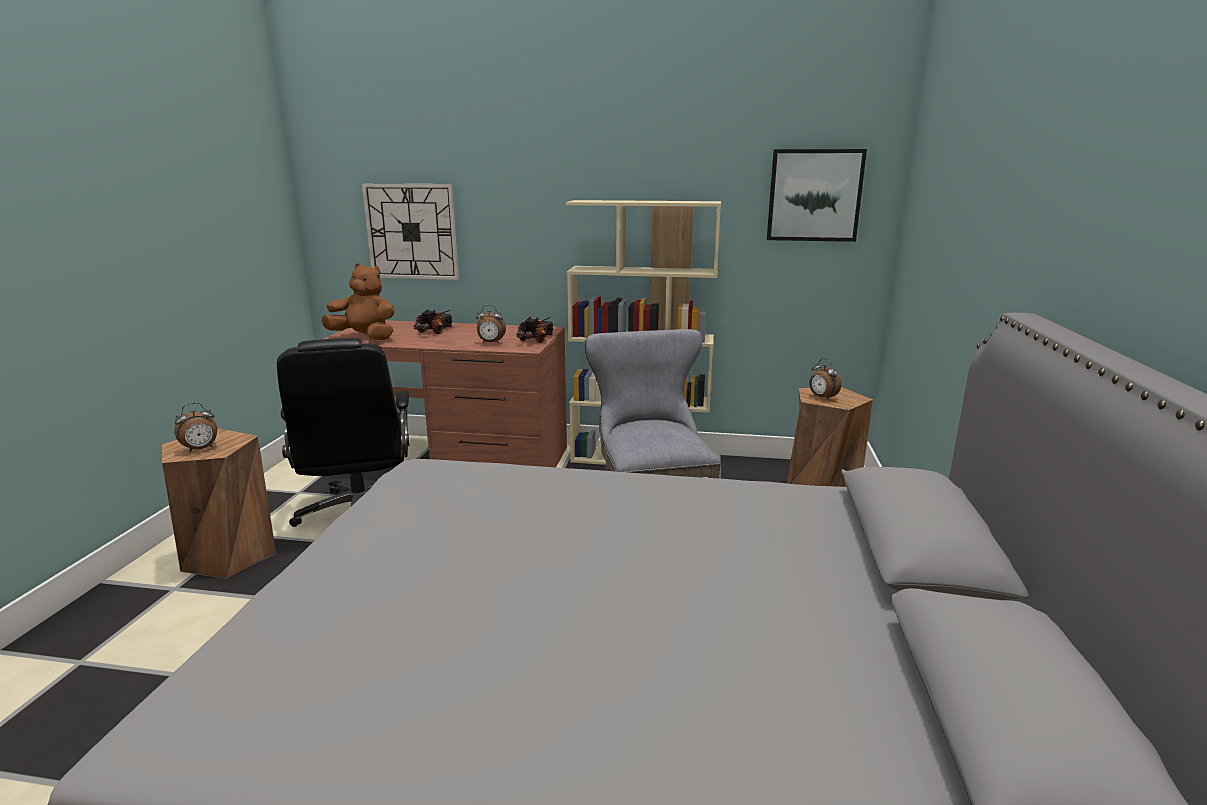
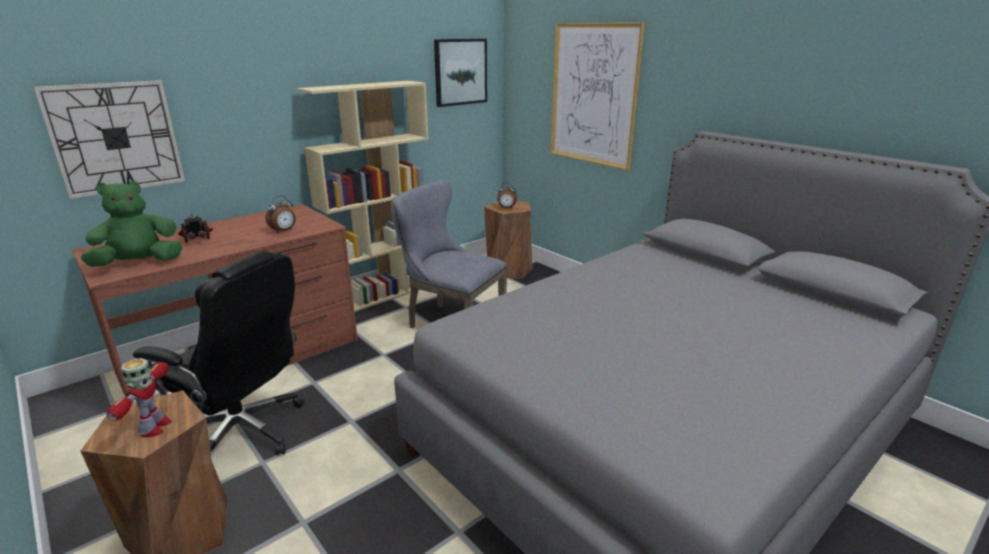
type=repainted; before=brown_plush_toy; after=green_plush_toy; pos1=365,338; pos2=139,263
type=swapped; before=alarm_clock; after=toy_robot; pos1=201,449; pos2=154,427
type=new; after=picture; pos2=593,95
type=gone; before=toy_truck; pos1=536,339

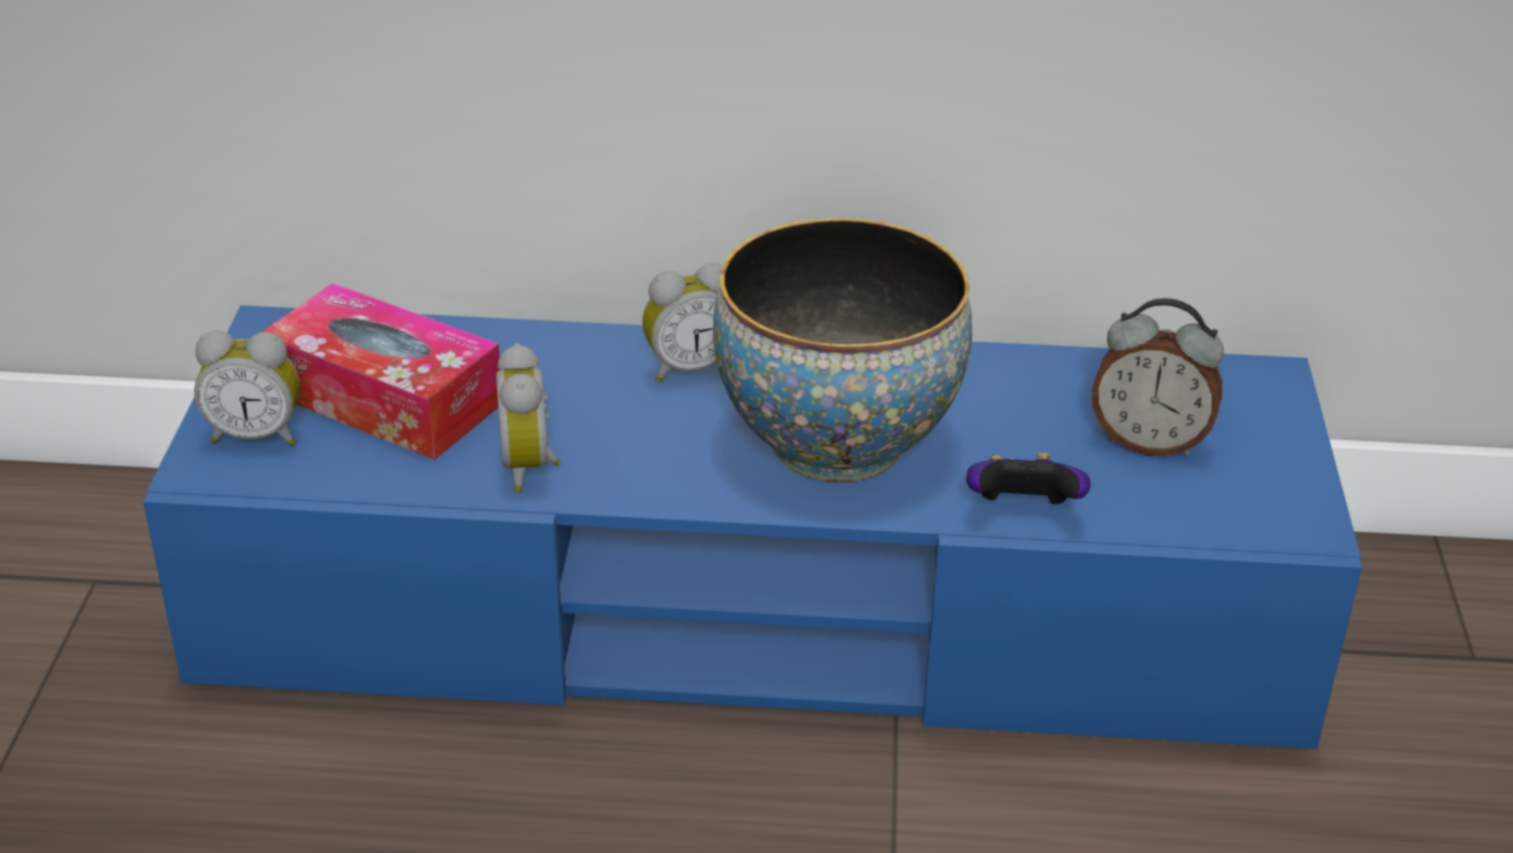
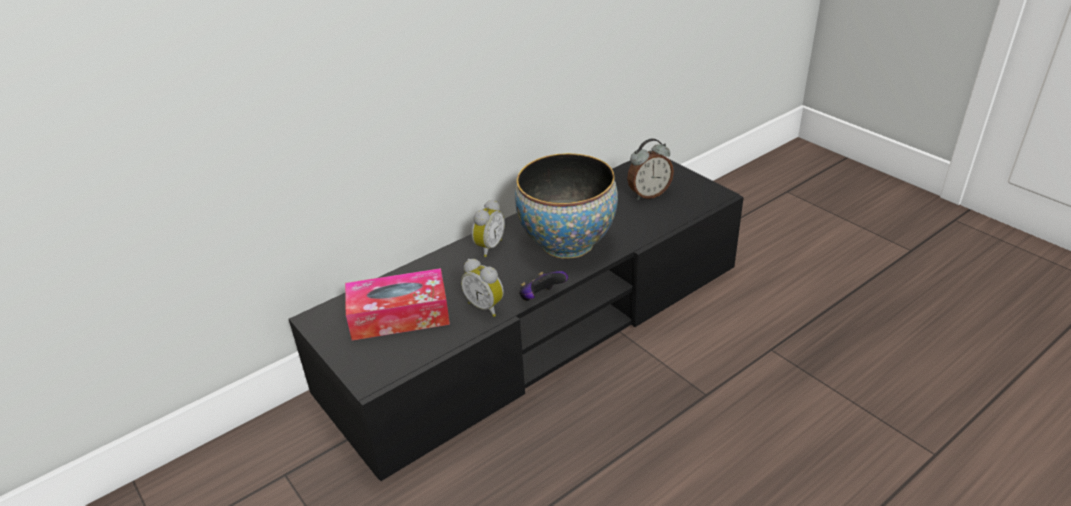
type=repainted; before=blue_tv_stand; after=black_tv_stand; pos1=753,615; pos2=539,329
type=shifted; before=game_controller; pos1=1022,510; pos2=541,298
type=gone; before=alarm_clock; pos1=256,434

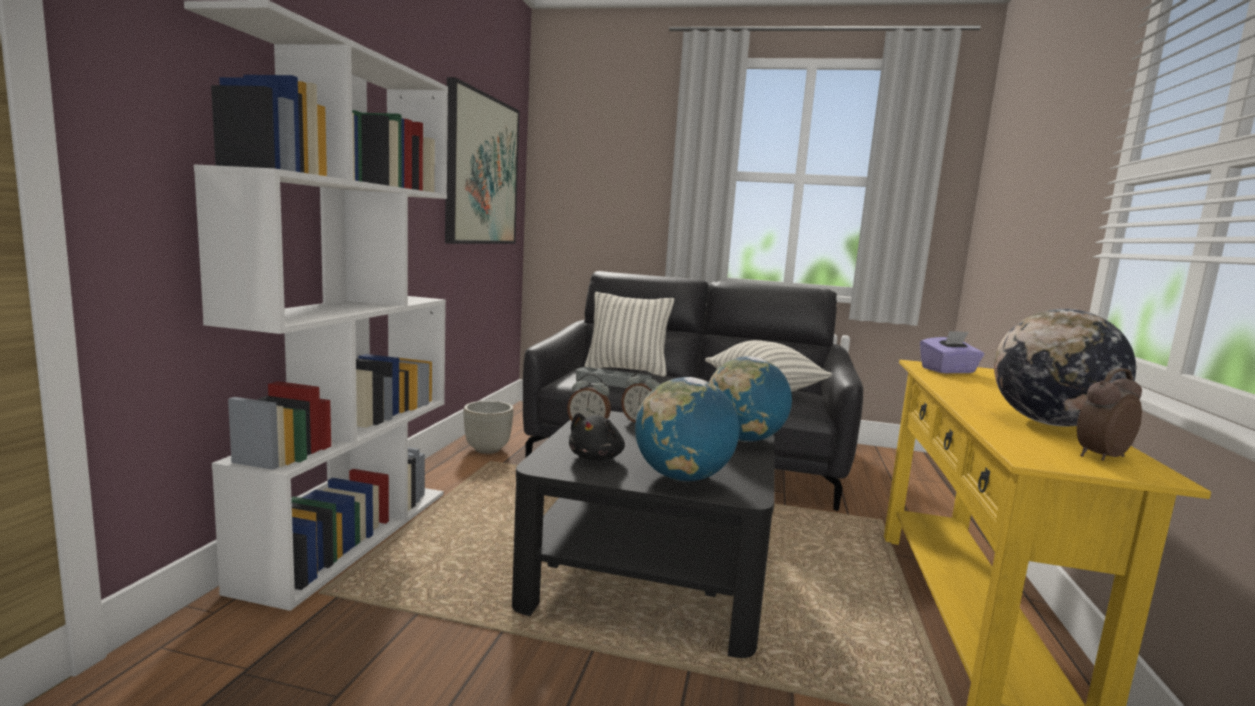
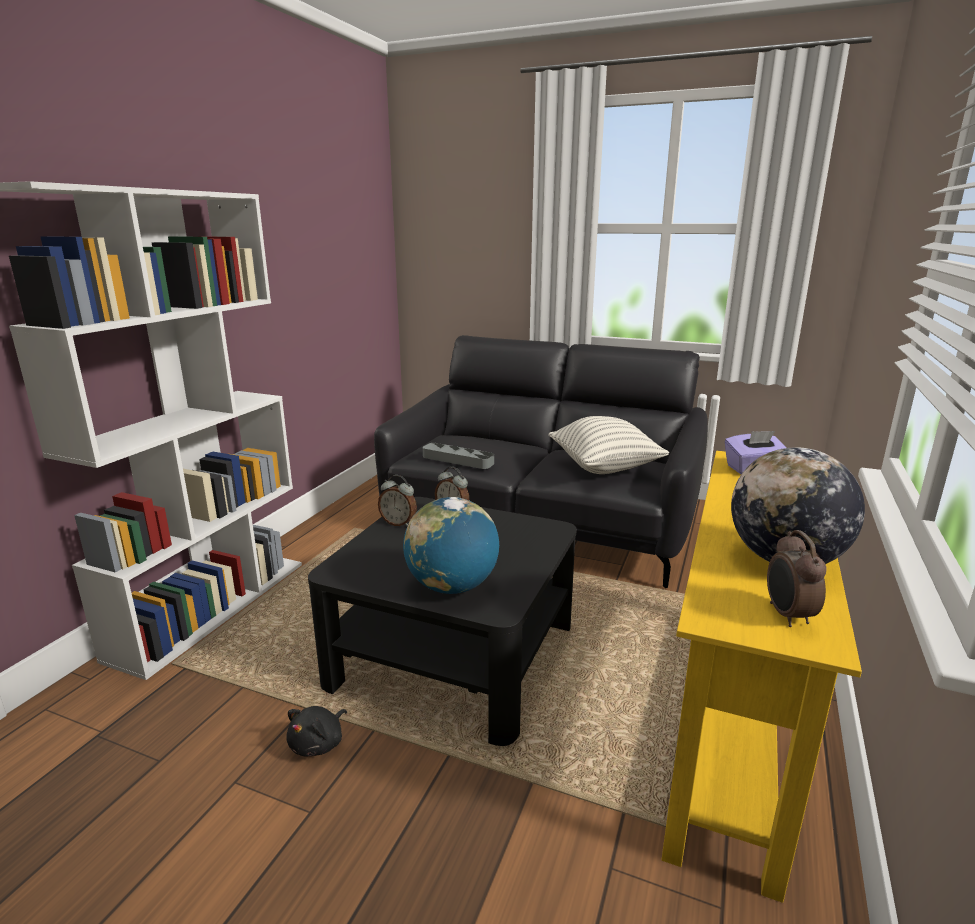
type=shifted; before=black_plush_toy; pos1=597,457; pos2=319,743
type=rotated; before=alarm_clock; pos1=1099,457; pos2=787,615; turn=-75
type=gone; before=picture; pos1=481,171
type=gone; before=grey_planter; pos1=487,449
type=gone; before=pillow; pos1=626,370
type=gone; before=globe; pos1=744,439

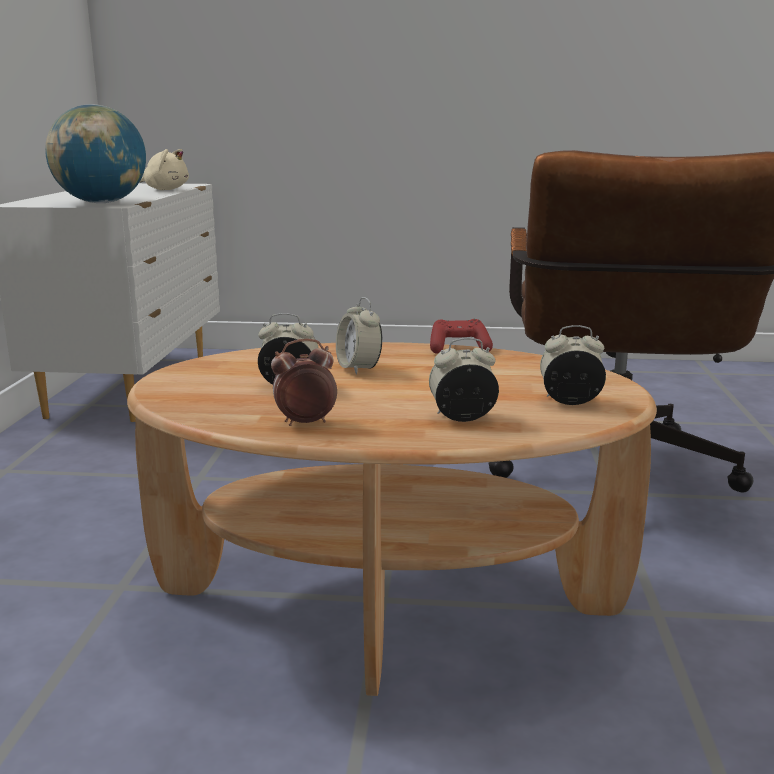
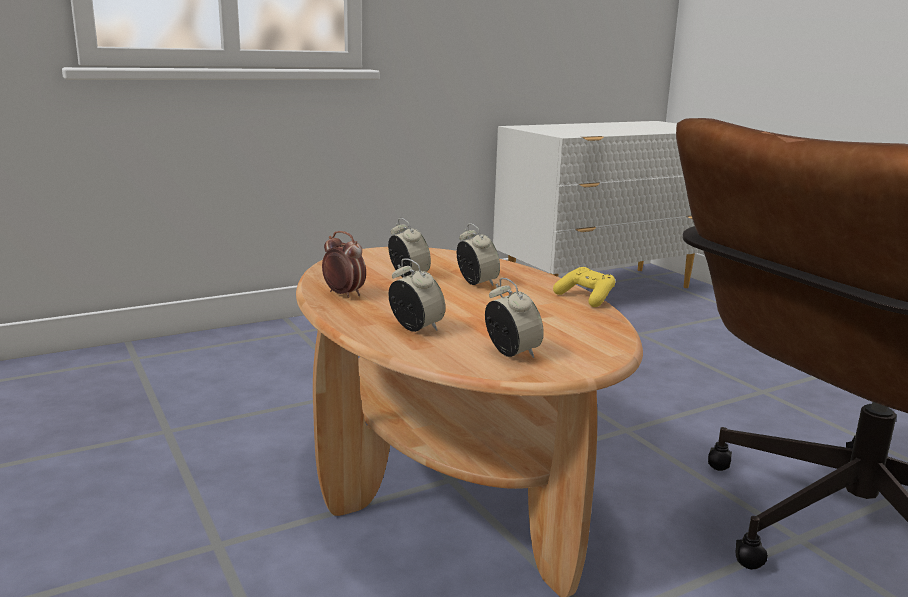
type=rotated; before=alarm_clock; pos1=358,368; pos2=477,283; turn=120
type=repainted; before=red_game_controller; after=yellow_game_controller; pos1=459,348; pos2=585,298
type=gone; before=globe; pos1=101,203
type=gone; before=beige_plush_toy; pos1=164,190

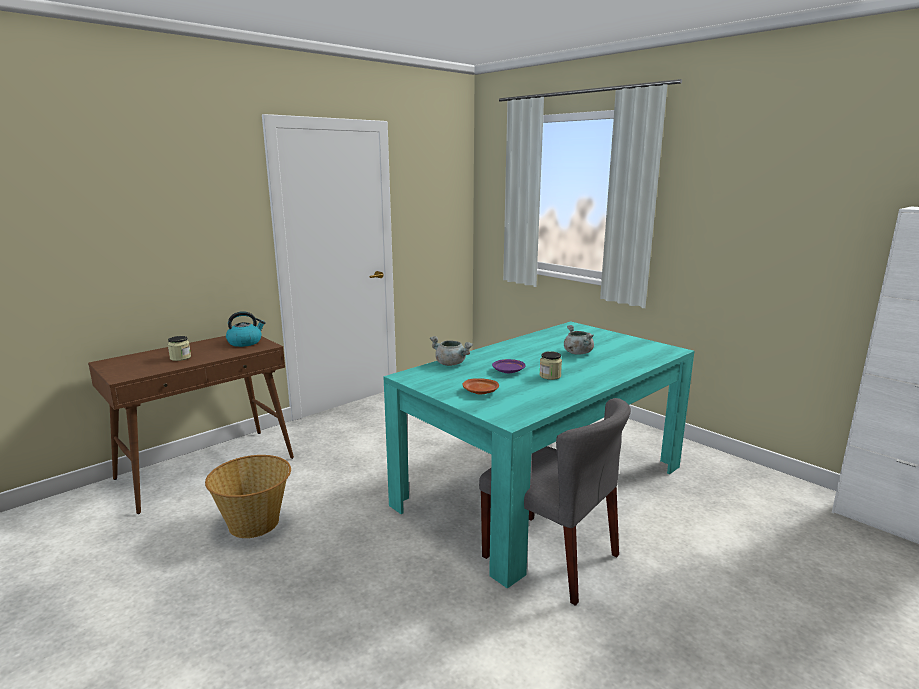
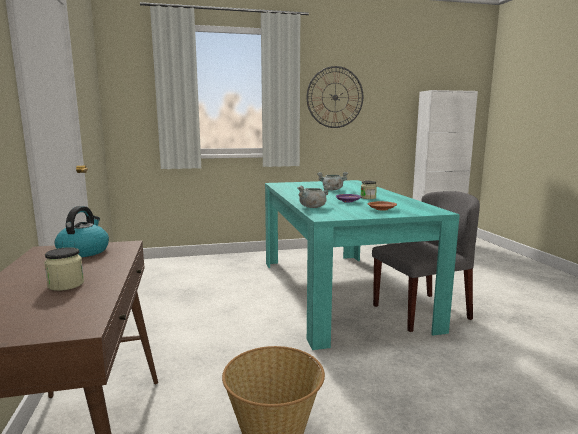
type=new; after=wall_clock; pos2=335,97

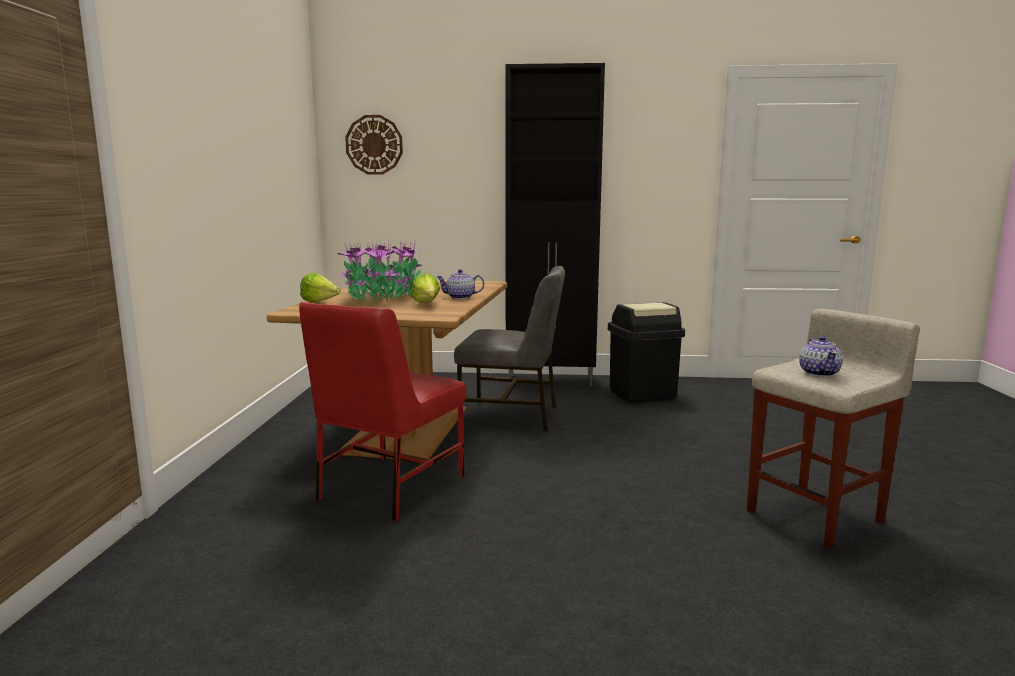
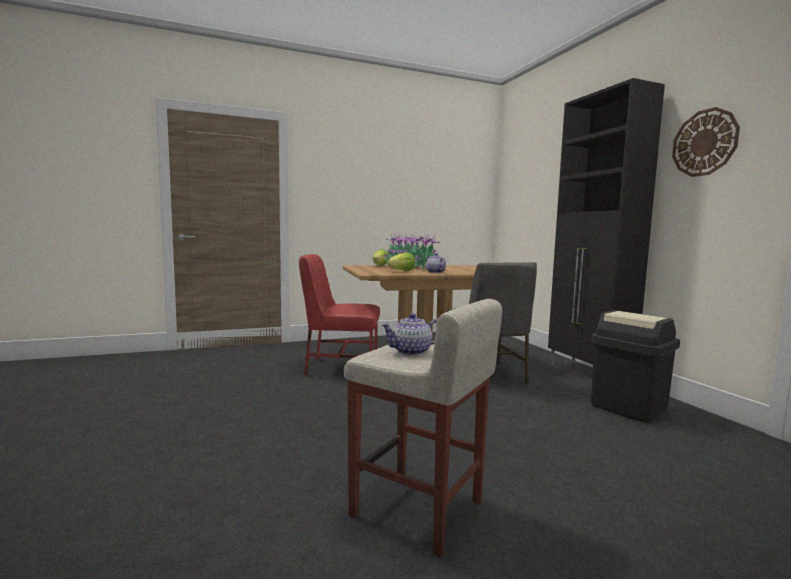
type=shifted; before=wall_clock; pos1=374,145; pos2=704,143

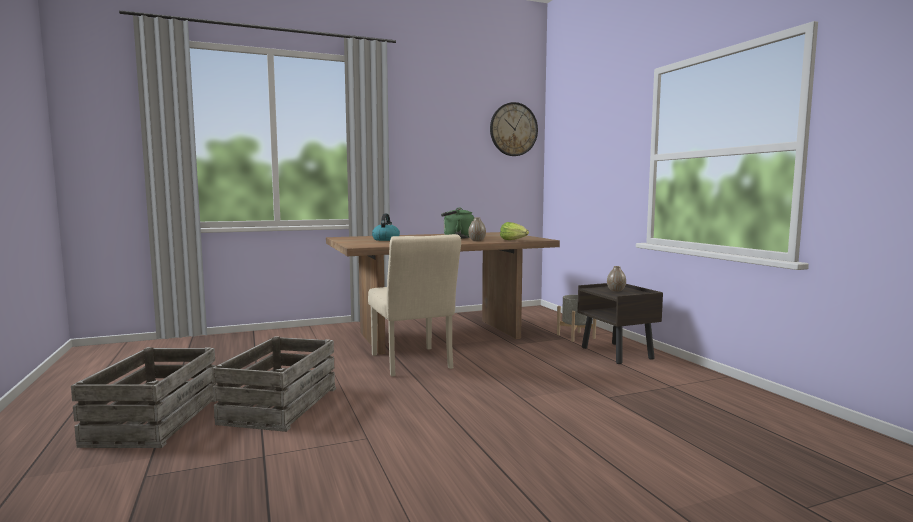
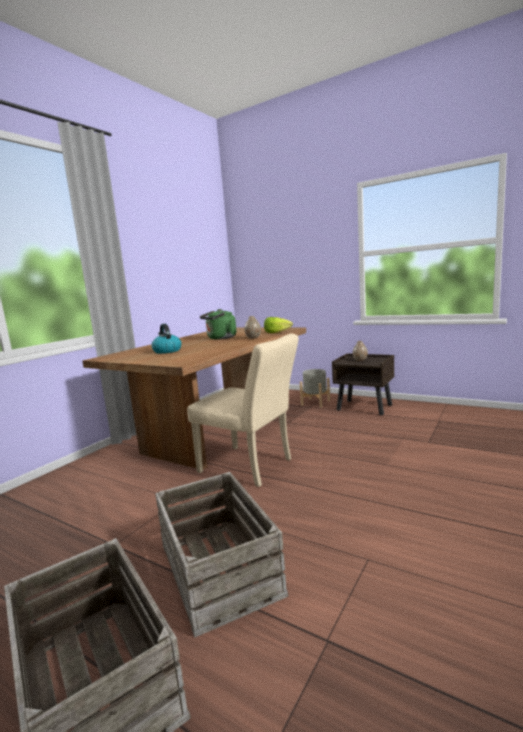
type=gone; before=wall_clock; pos1=513,129

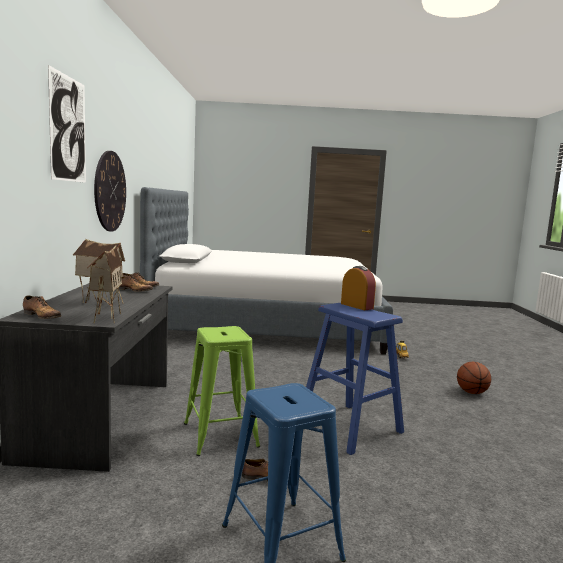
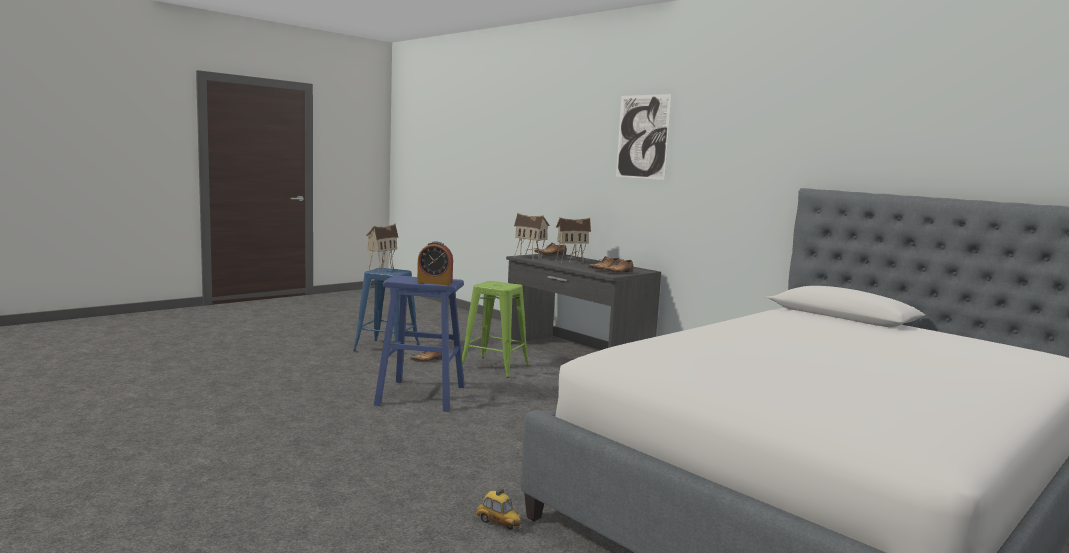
type=new; after=toy_house; pos2=381,269
type=gone; before=wall_clock; pos1=110,191
type=gone; before=basketball; pos1=471,392

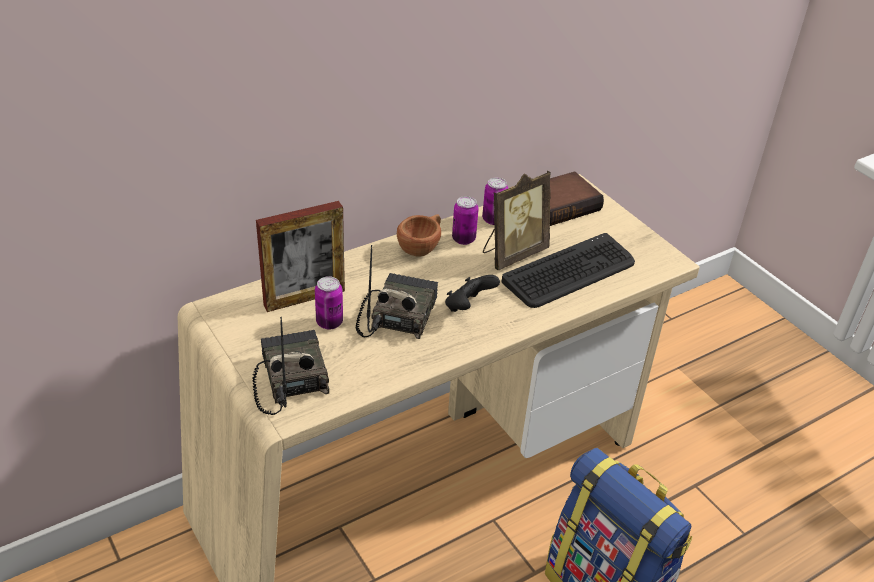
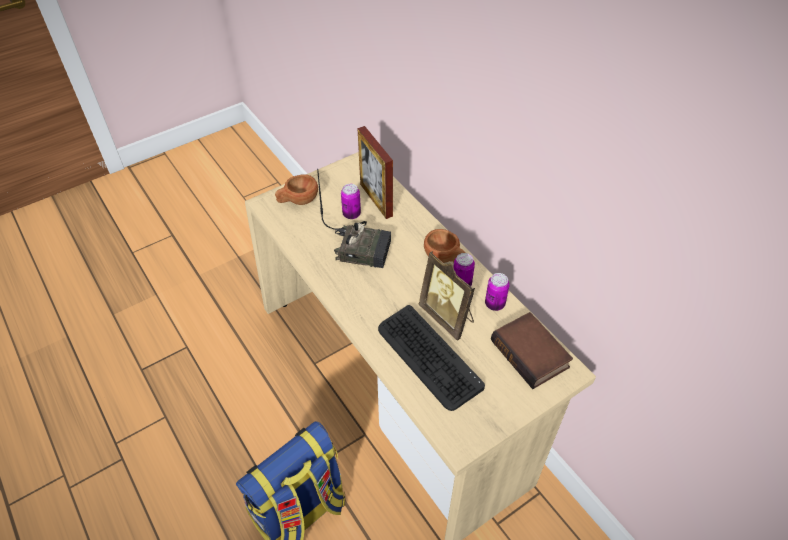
type=swapped; before=radio; after=brown_cup; pos1=289,378; pos2=298,201
type=gone; before=black_game_controller; pos1=468,307

